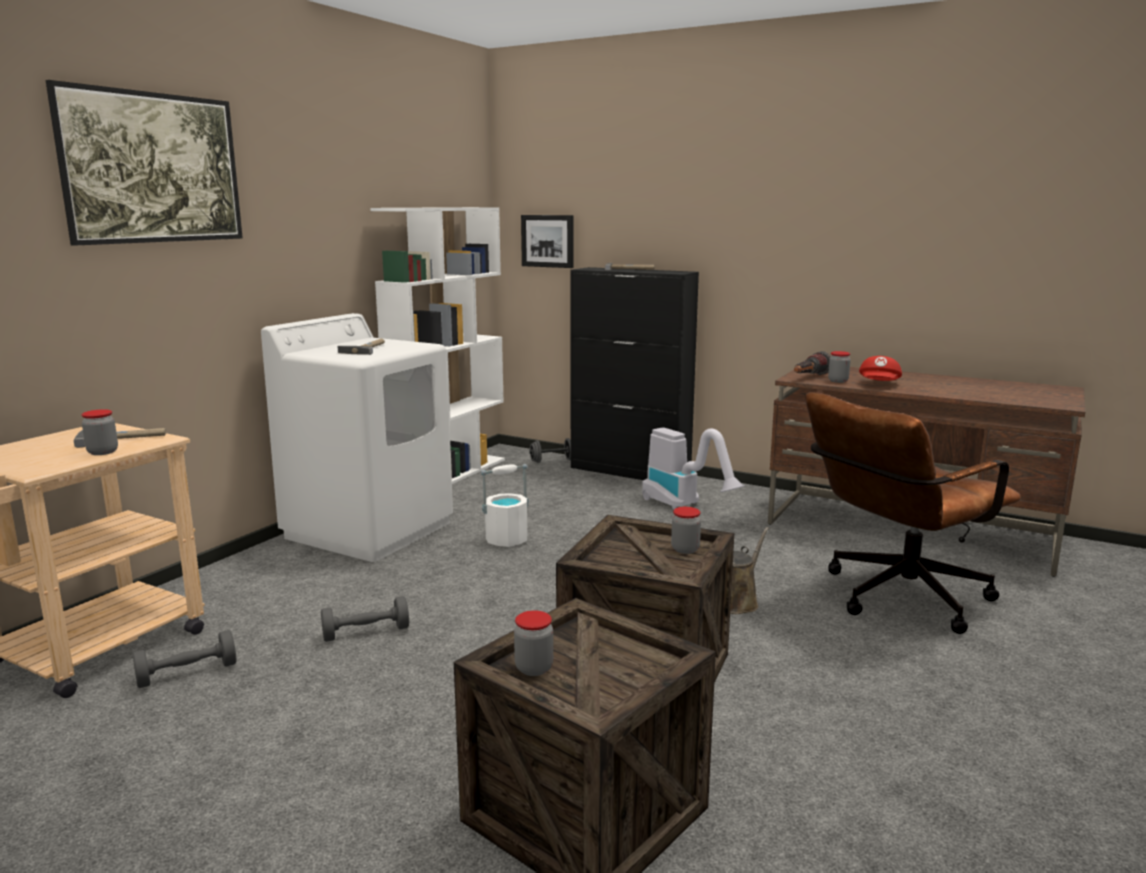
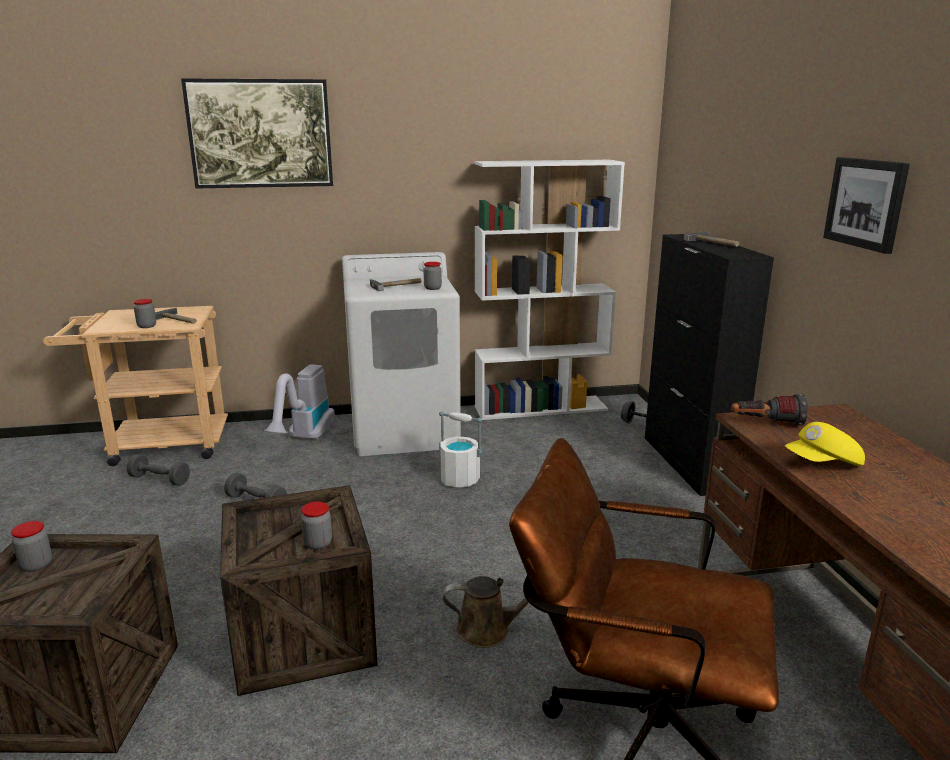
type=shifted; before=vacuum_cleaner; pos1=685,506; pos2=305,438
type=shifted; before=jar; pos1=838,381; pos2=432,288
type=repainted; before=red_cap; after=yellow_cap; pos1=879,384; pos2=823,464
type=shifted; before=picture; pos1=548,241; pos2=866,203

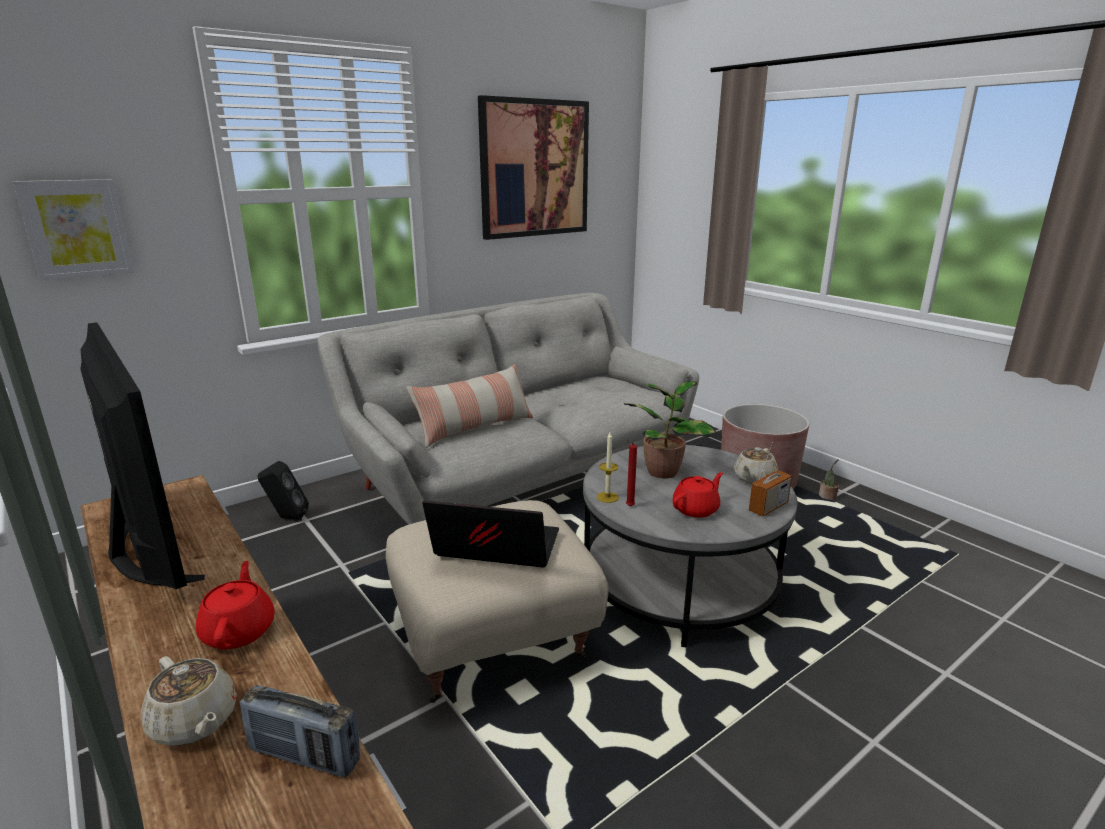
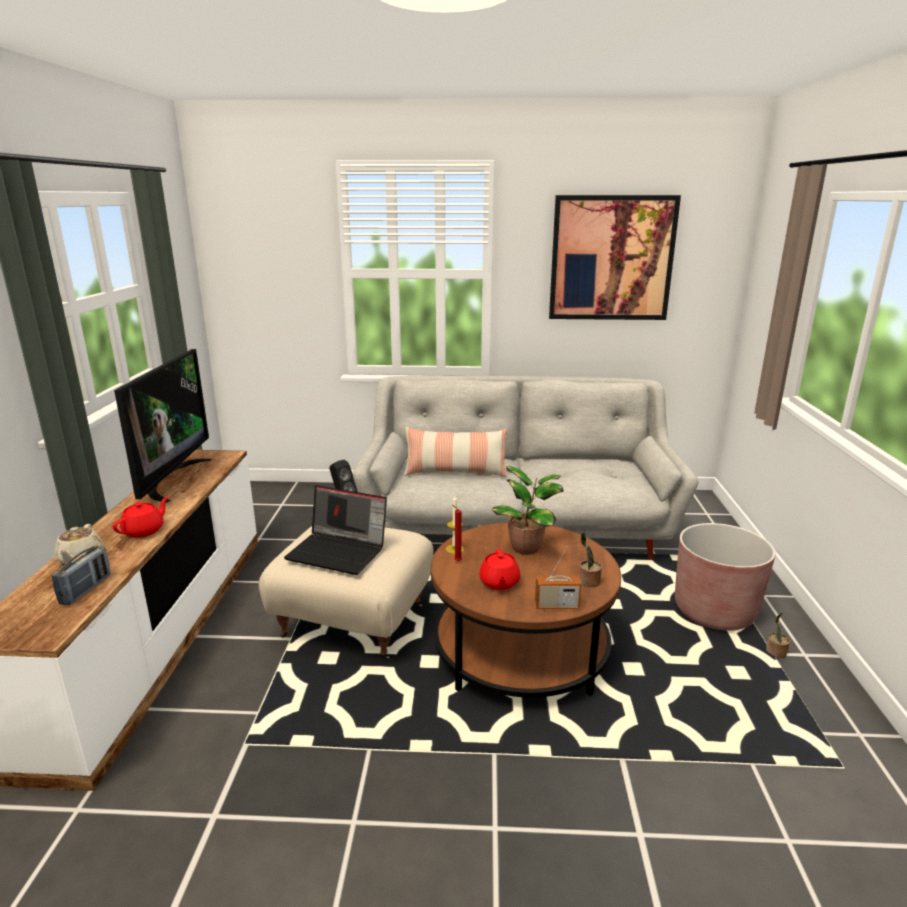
type=rotated; before=radio; pos1=304,756; pos2=86,589; turn=-135
type=rotated; before=laptop; pos1=494,549; pos2=339,551; turn=150
type=repainted; before=grey_coffee_table; after=brown_coffee_table; pos1=679,582; pos2=520,650
type=rotated; before=red_teapot; pos1=696,509; pos2=499,582; turn=90
type=swapped; before=beige_teapot; after=potted_plant; pos1=753,479; pos2=588,581
type=gone; before=picture; pos1=76,229

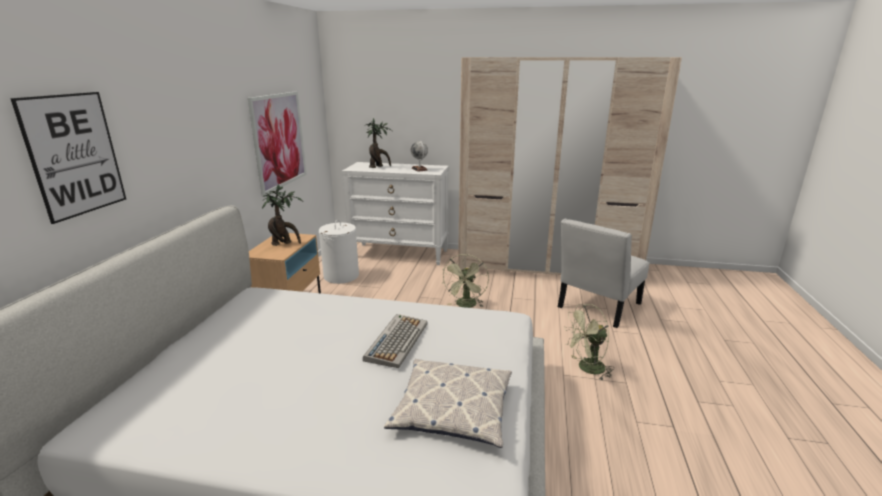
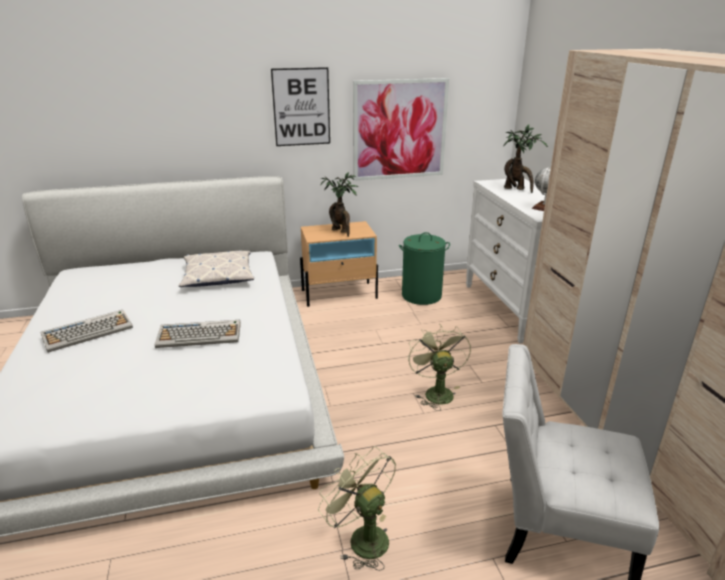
type=new; after=keyboard; pos2=88,331
type=shifted; before=pillow; pos1=452,409; pos2=218,276
type=shifted; before=picture; pos1=74,155; pos2=301,107
type=repainted; before=white_laundry_basket; after=green_laundry_basket; pos1=341,276; pos2=421,295
type=rotated; before=green_fan; pos1=466,305; pos2=436,392; turn=90

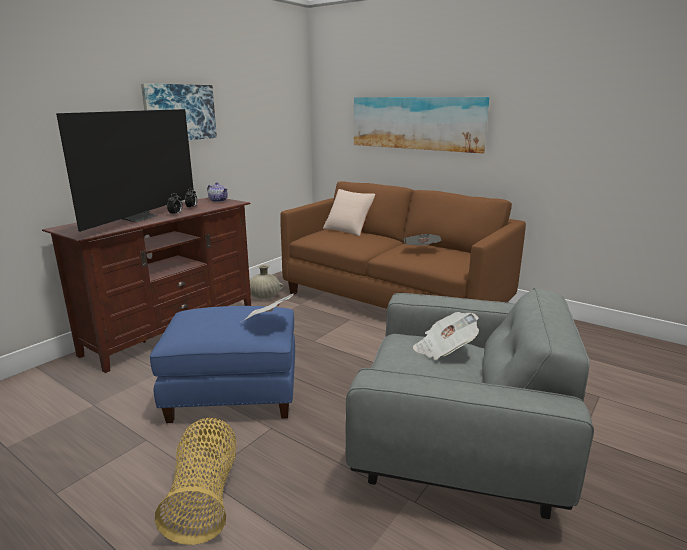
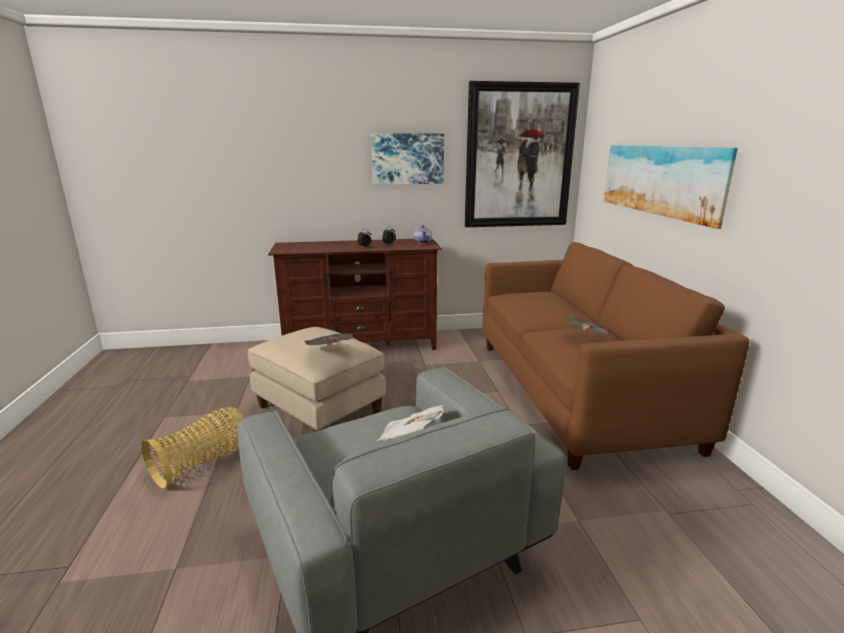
type=repainted; before=blue_ottoman; after=beige_ottoman; pos1=233,395; pos2=318,409
type=new; after=picture; pos2=519,157
type=gone; before=television; pos1=138,218
type=gone; before=beige_vase; pos1=264,297
type=gone; before=beige_pillow; pos1=348,230

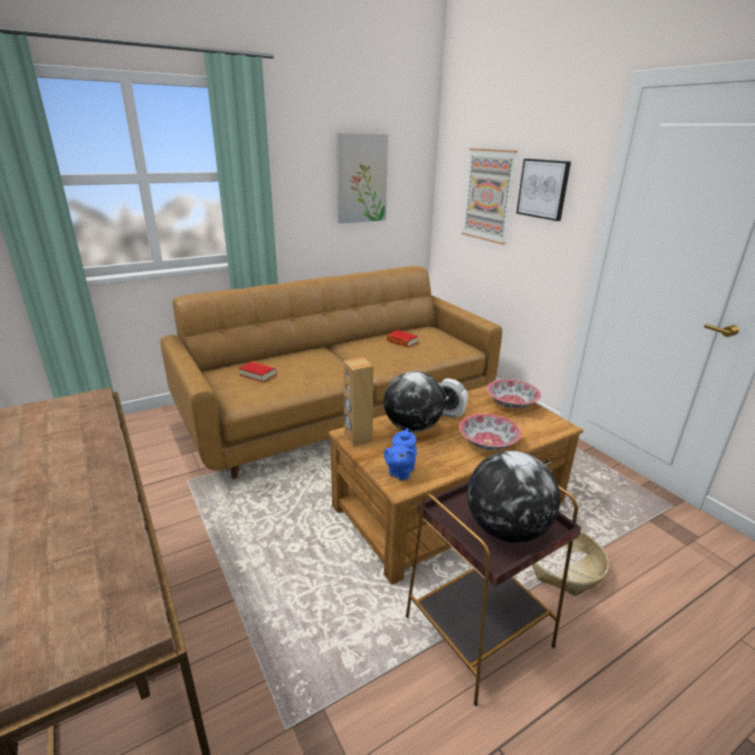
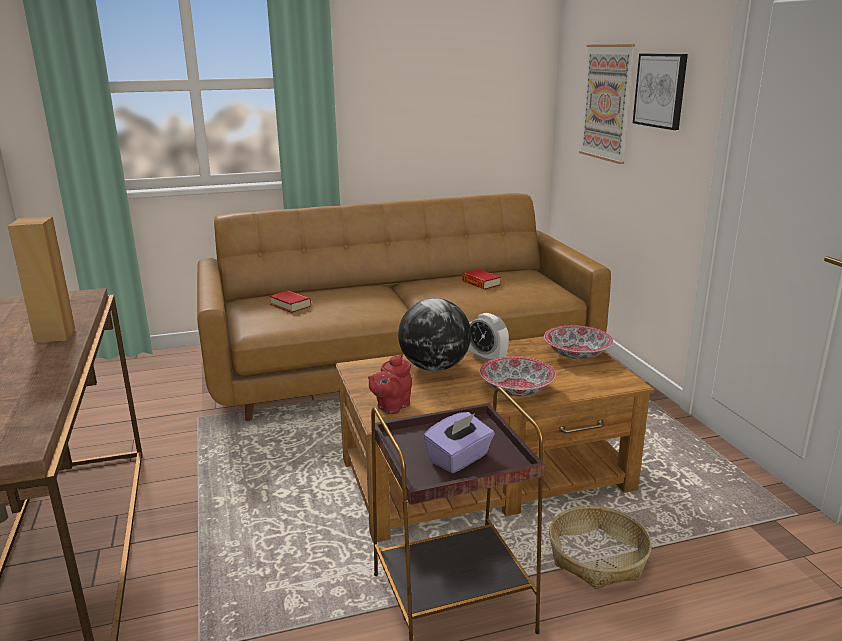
type=shifted; before=brown_speaker; pos1=357,437; pos2=54,335
type=repainted; before=blue_teapot; after=red_teapot; pos1=400,472; pos2=391,407
type=swapped; before=globe; after=purple_tissue_box; pos1=506,529; pos2=459,459
type=gone; before=picture; pos1=361,179

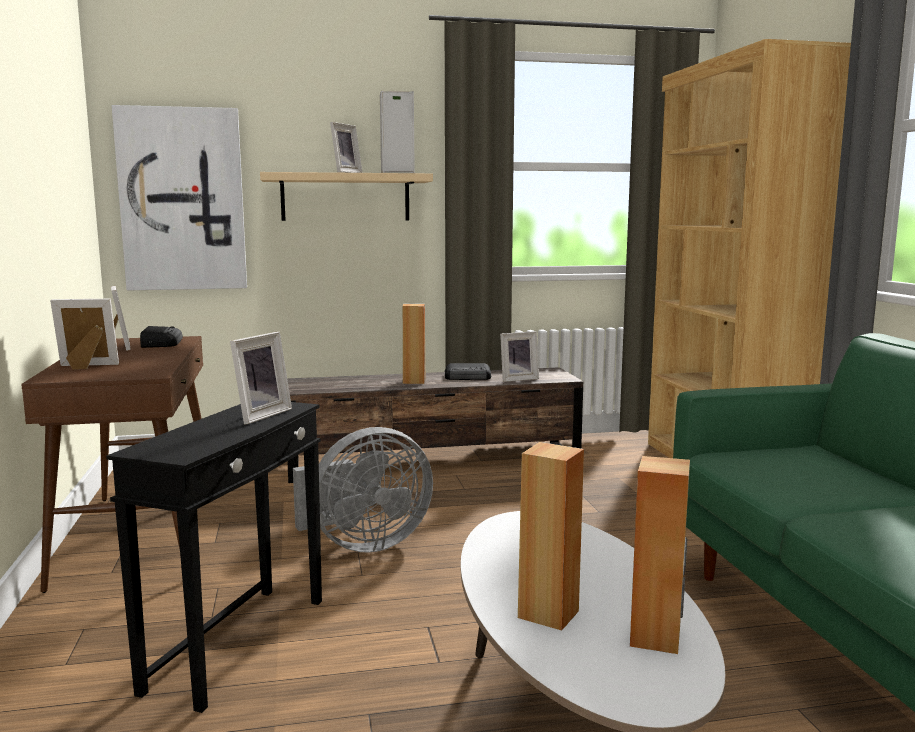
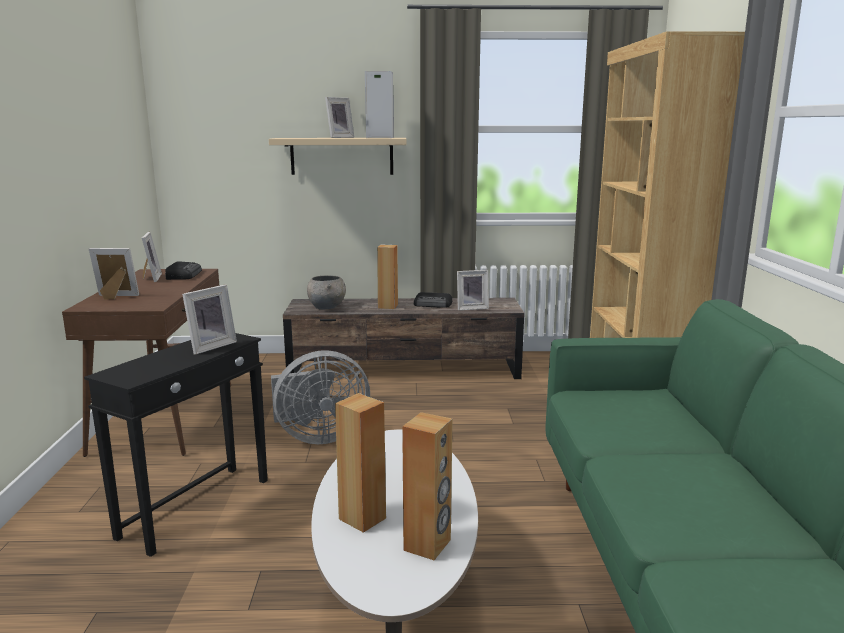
type=new; after=grey_bowl; pos2=327,307
type=gone; before=picture; pos1=182,200

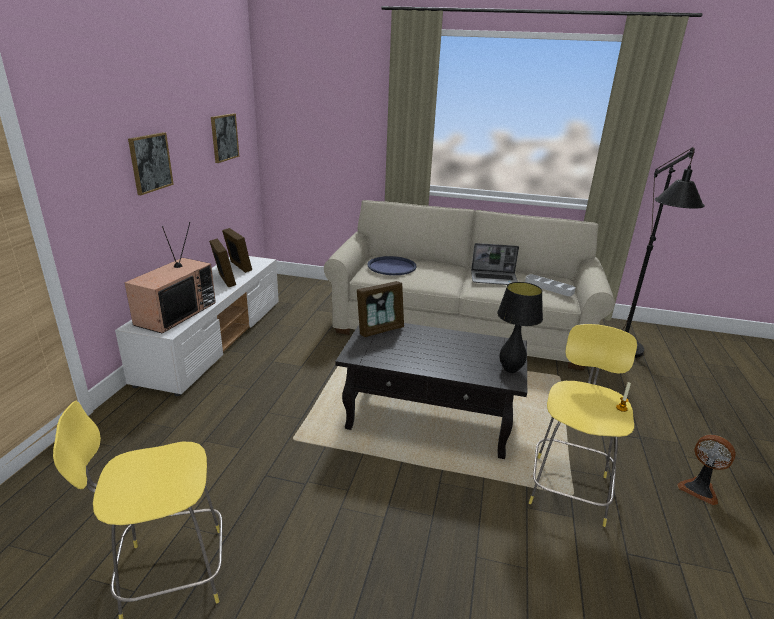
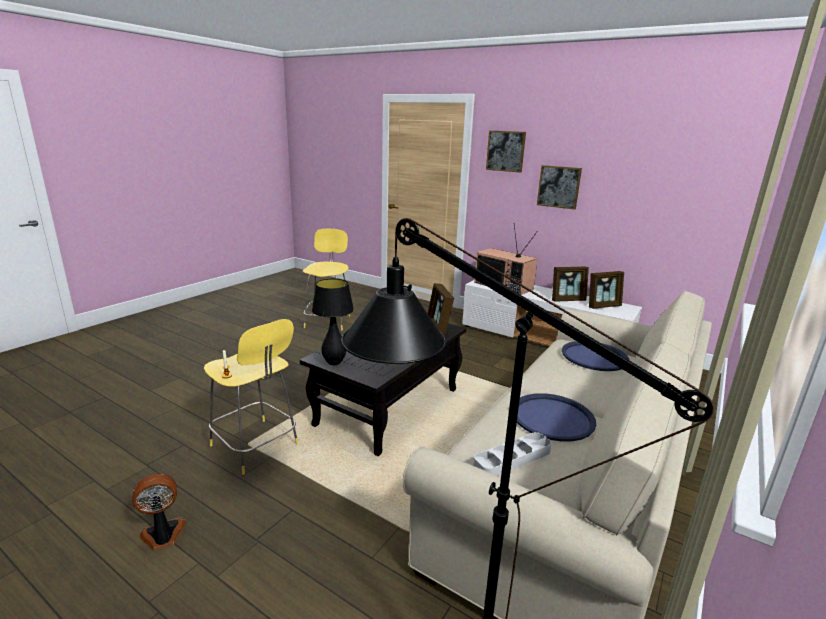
type=shifted; before=picture; pos1=224,137; pos2=505,151
type=swapped; before=laptop; after=blue_tray; pos1=494,279; pos2=552,418

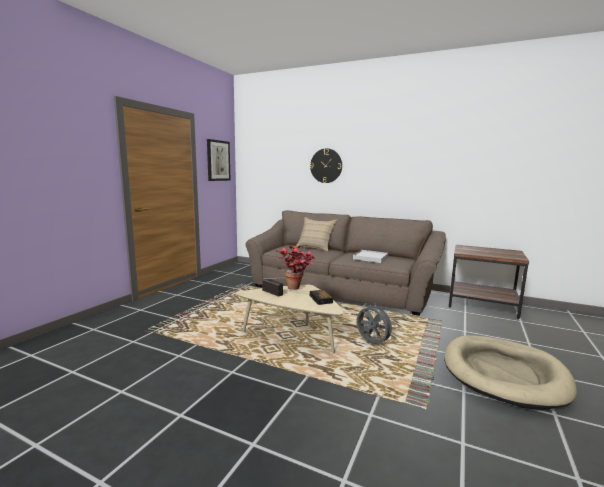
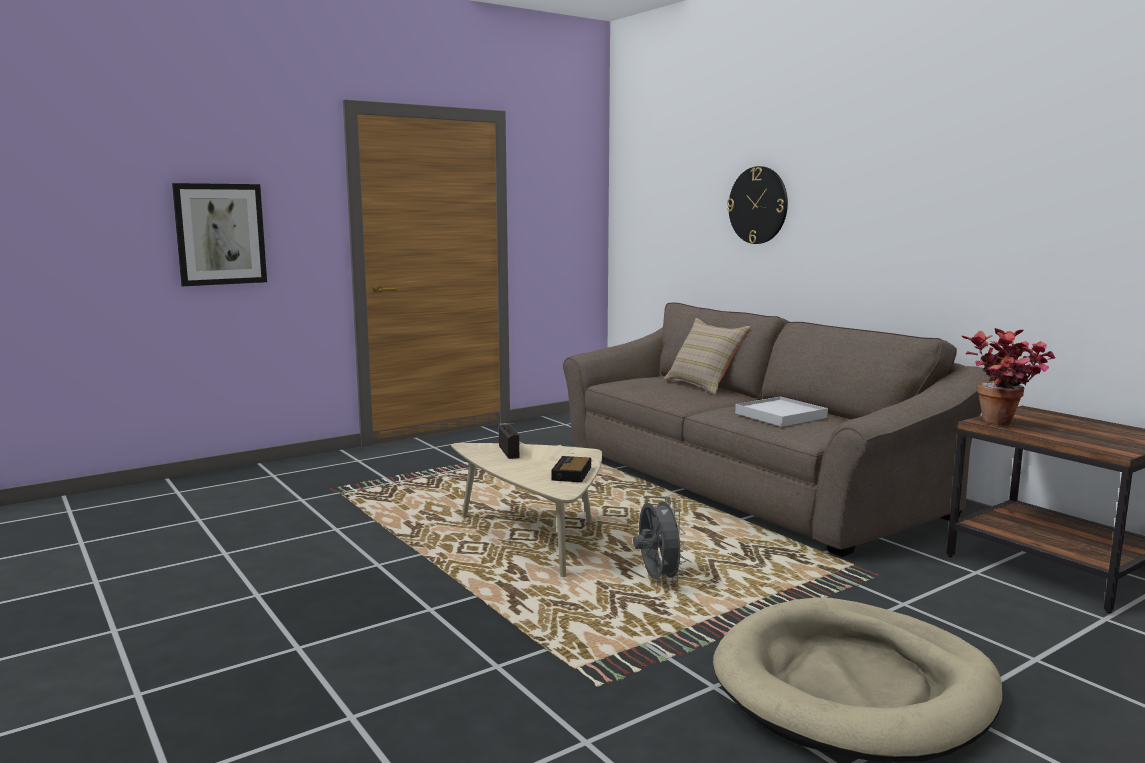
type=shifted; before=picture; pos1=218,160; pos2=220,234
type=shifted; before=potted_plant; pos1=296,289; pos2=1003,425

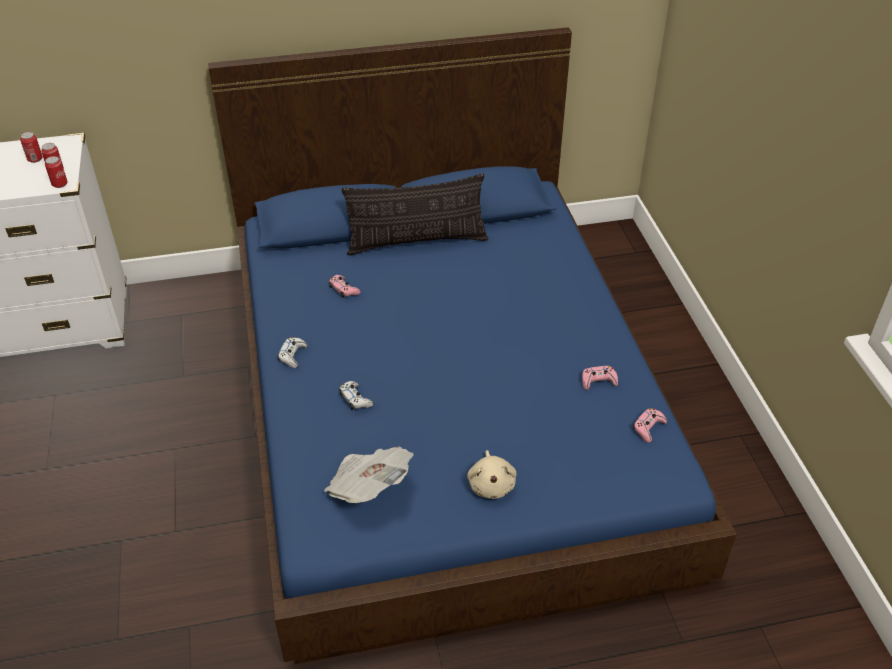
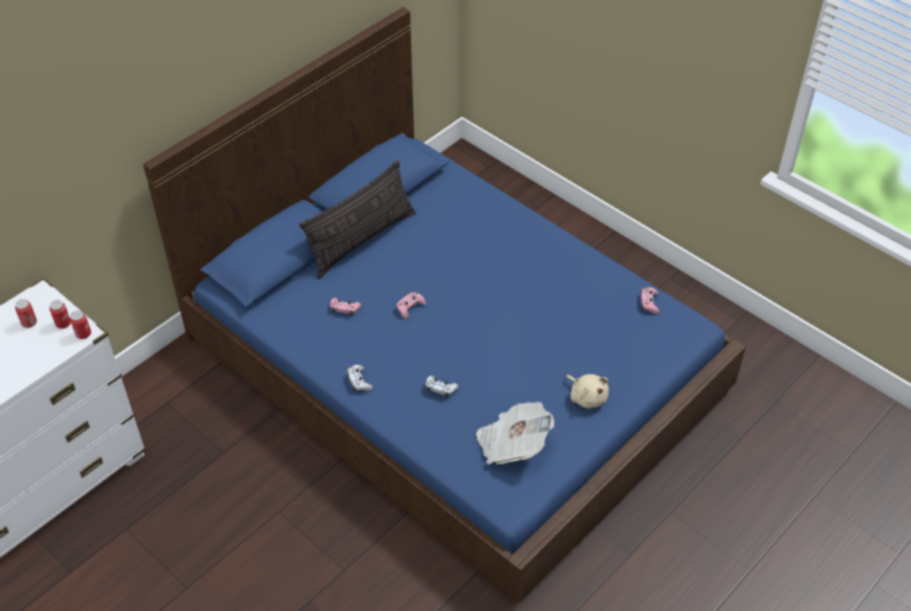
type=shifted; before=pink_game_controller; pos1=598,381; pos2=410,307

